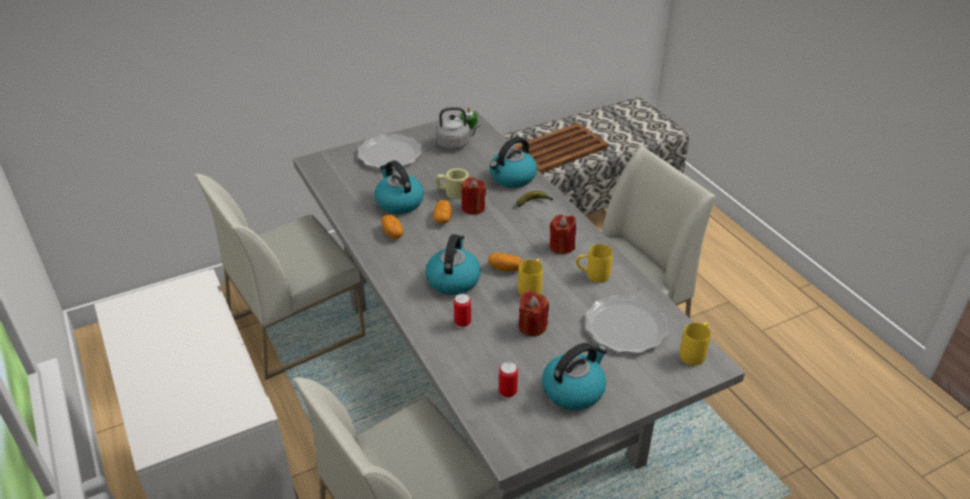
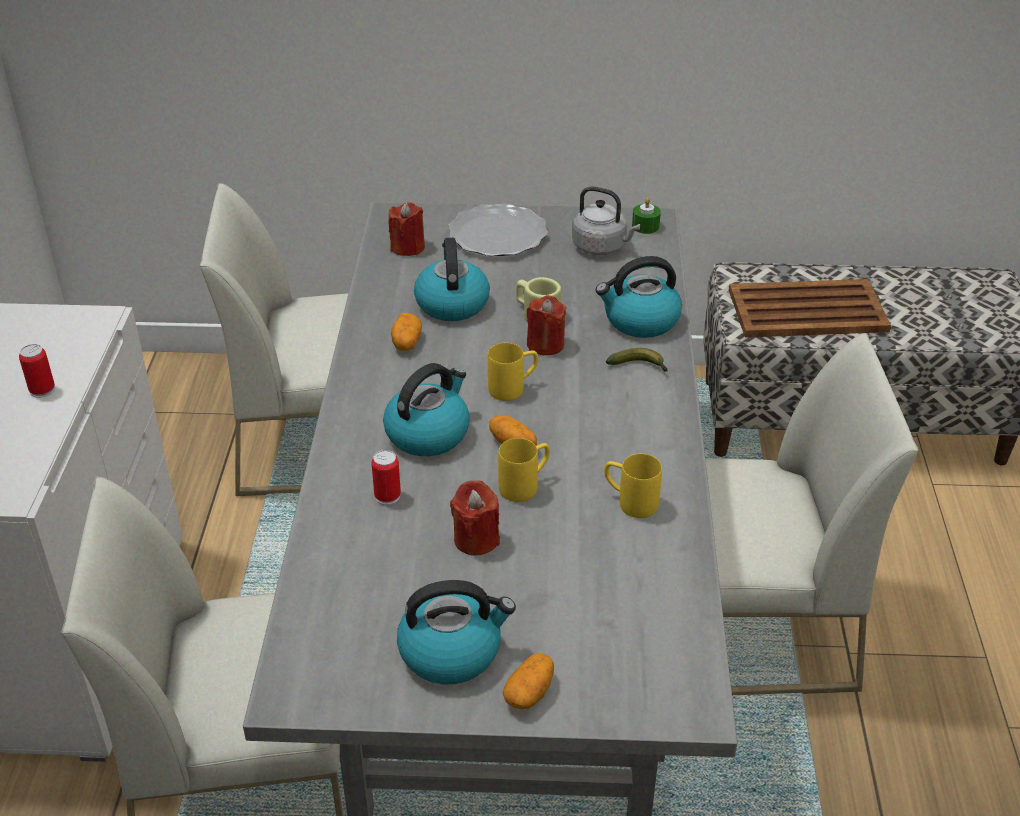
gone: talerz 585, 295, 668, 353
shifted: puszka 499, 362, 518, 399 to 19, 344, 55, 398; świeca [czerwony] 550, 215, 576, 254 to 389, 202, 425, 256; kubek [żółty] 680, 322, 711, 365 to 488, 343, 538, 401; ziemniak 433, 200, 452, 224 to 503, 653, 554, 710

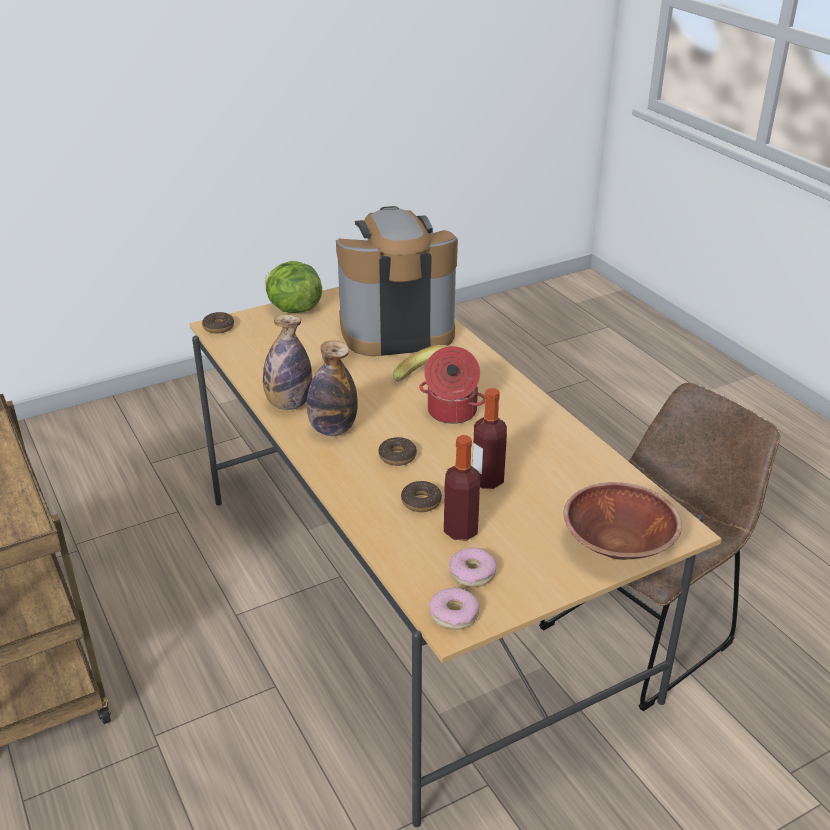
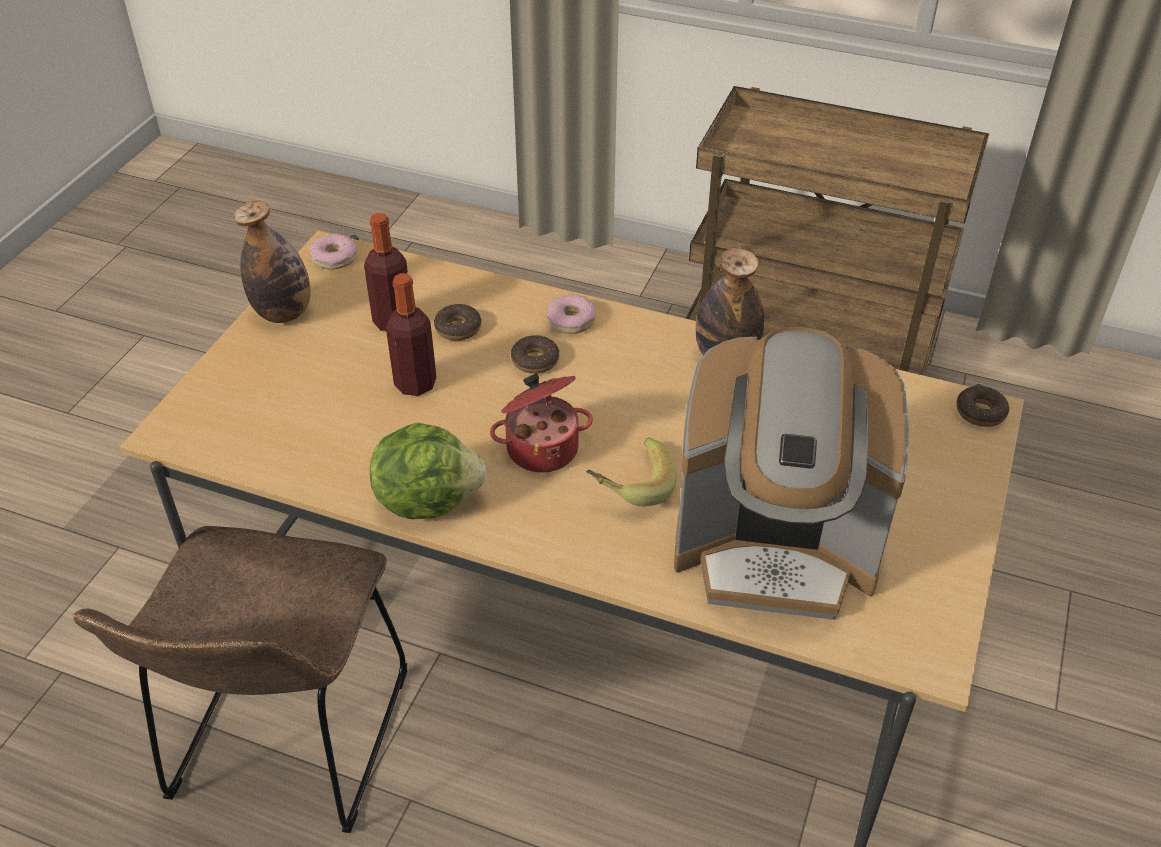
gone: miska [brązowy] 564, 482, 682, 560
shifted: butelka 307, 340, 358, 436 to 234, 200, 311, 323; sałata 265, 261, 322, 313 to 370, 422, 487, 519; donut 449, 548, 497, 587 to 547, 294, 596, 334
rotated: ekspres do kawy 336, 206, 458, 356 = 674, 327, 909, 620 60 degrees clockwise

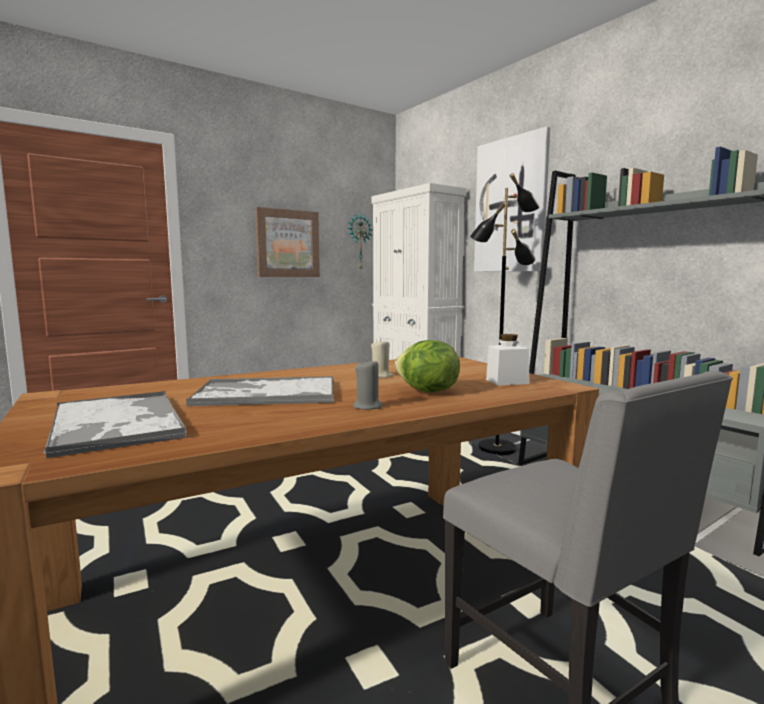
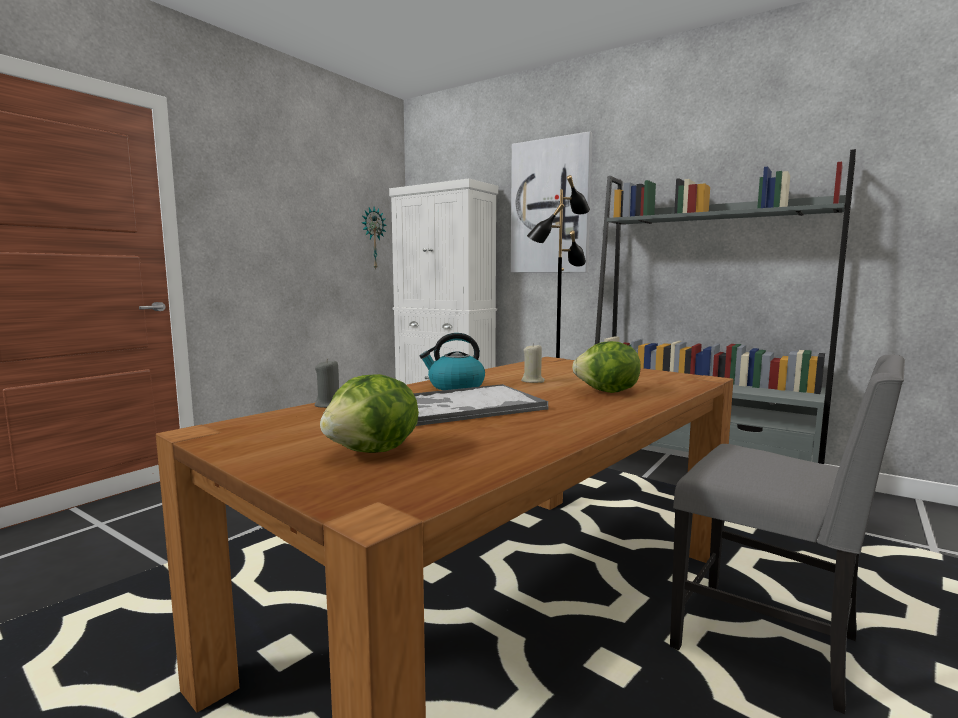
gone: obraz 255, 207, 320, 277; słoik [biały] 486, 334, 529, 386
new: czajnik 420, 333, 485, 390
shifted: świeca [szary] 353, 359, 383, 410 to 315, 359, 339, 408
swapped: taca 43, 391, 187, 458 to sałata 320, 374, 419, 453

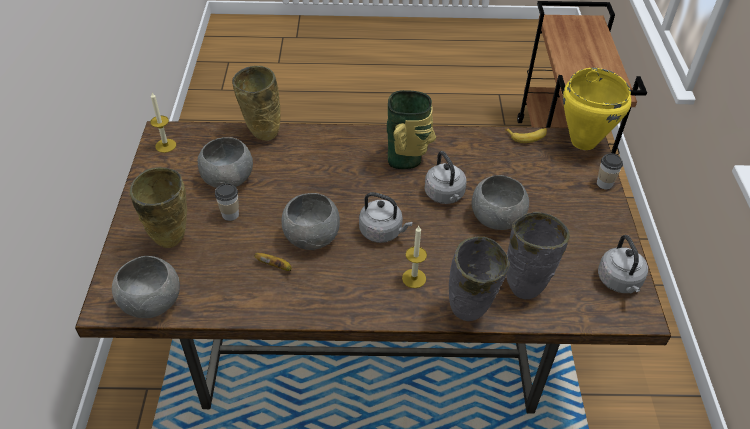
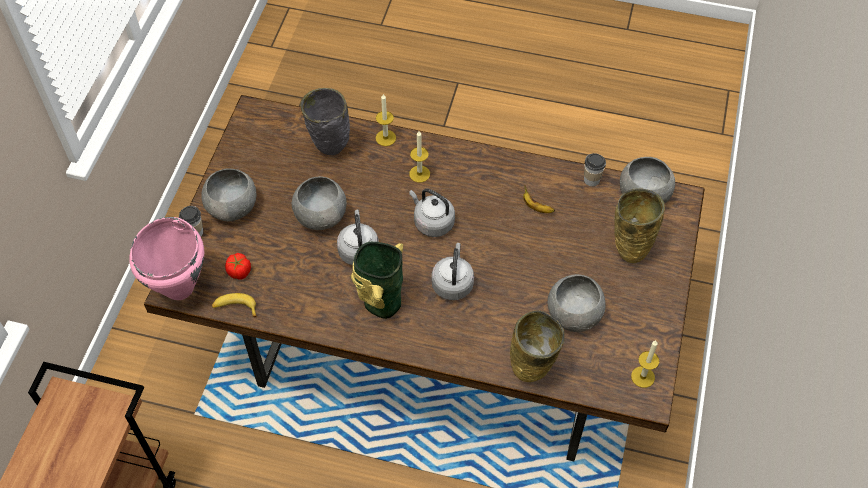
new: pomidor 225, 253, 251, 280
shifted: miska [szary] 282, 193, 340, 250 to 201, 169, 256, 221; czajnik [szary] 598, 235, 648, 293 to 432, 243, 474, 300; filiżanka 215, 183, 239, 221 to 584, 153, 606, 186
swapped: wazon [szary] 449, 237, 510, 321 to świeca 376, 94, 396, 146
repainted: garnek [żółty] 563, 68, 631, 150 to garnek [różowy] 129, 217, 204, 300

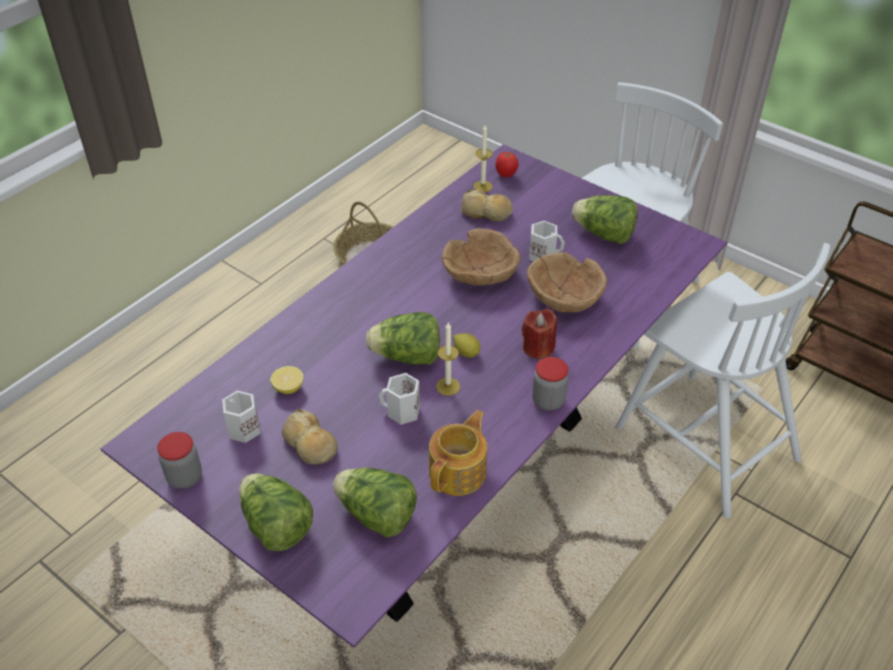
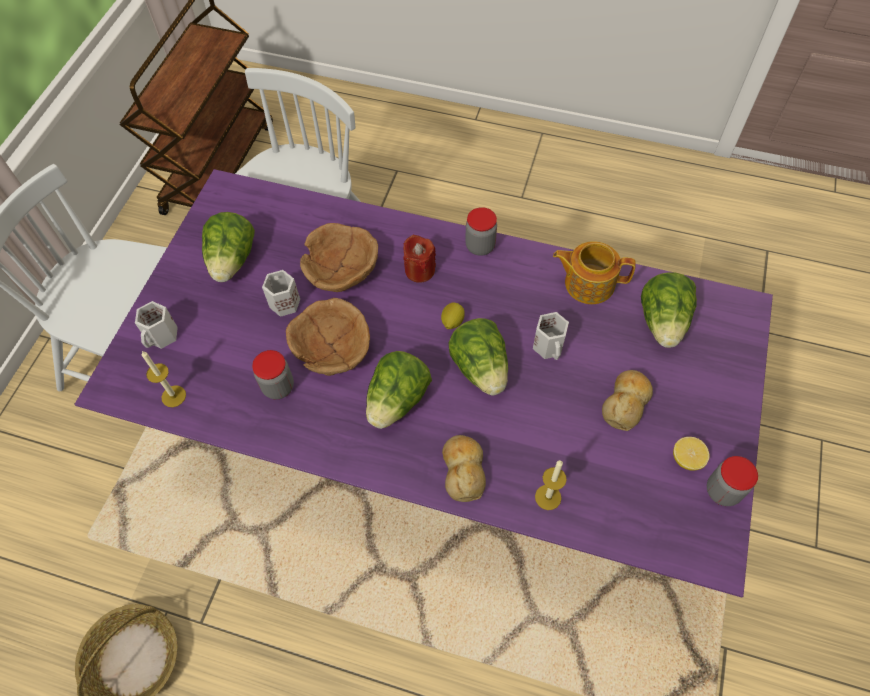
gone: pomidor 496, 152, 519, 178
new: słoik 252, 350, 294, 399
shifted: kubek [biały] 222, 391, 260, 443 to 135, 301, 178, 349; sałata 239, 473, 313, 551 to 366, 351, 432, 429; chleb 460, 190, 513, 222 to 442, 435, 486, 502; świeca 436, 323, 460, 396 to 535, 460, 567, 510; cytryna 270, 366, 304, 394 to 673, 437, 709, 471

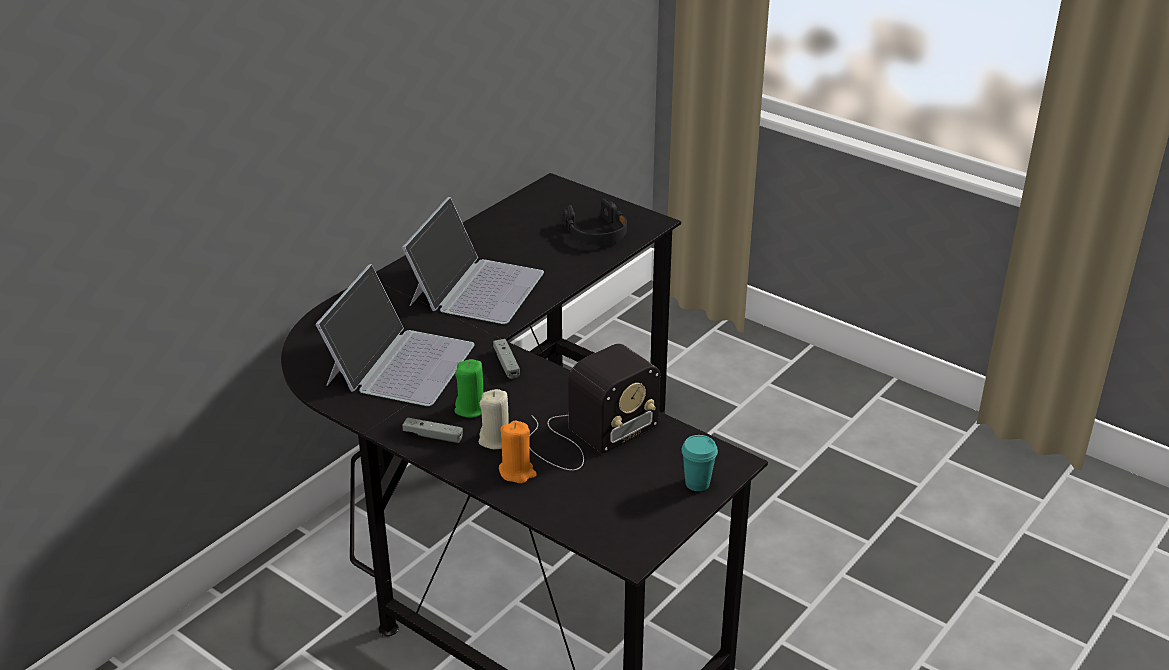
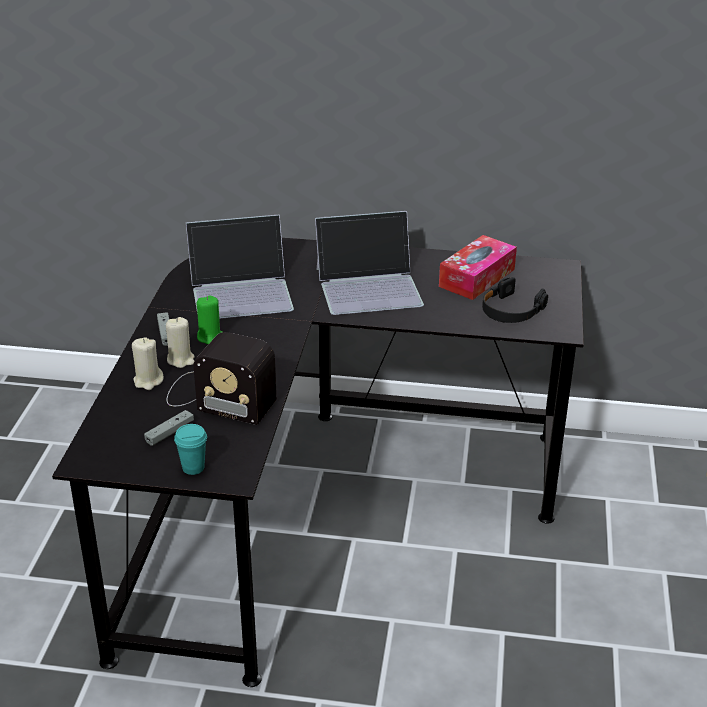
new: pudełko chusteczek 439, 235, 517, 300
shifted: pad do gier [szary] 493, 339, 520, 379 to 144, 410, 194, 446
repainted: świeca [pomarańczowy] 499, 421, 537, 483 to świeca [beżowy] 132, 337, 164, 390

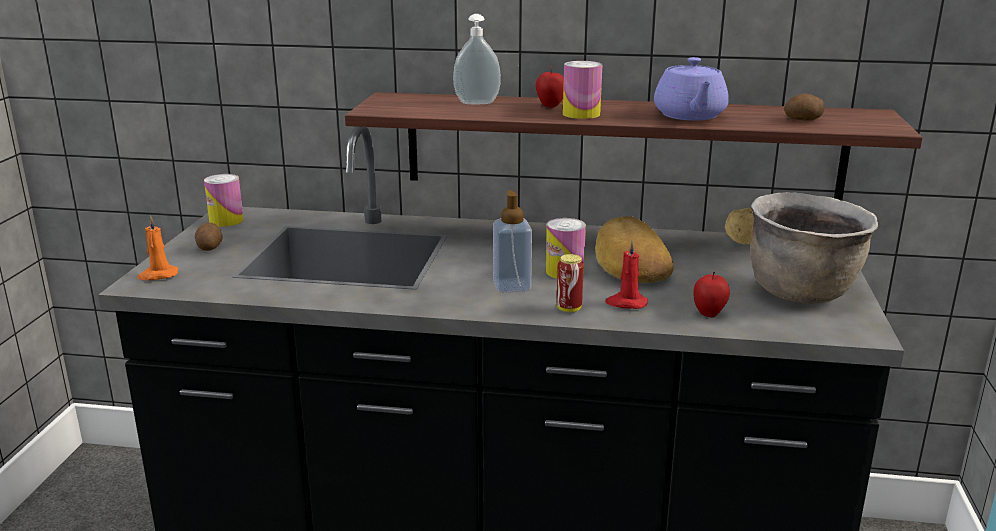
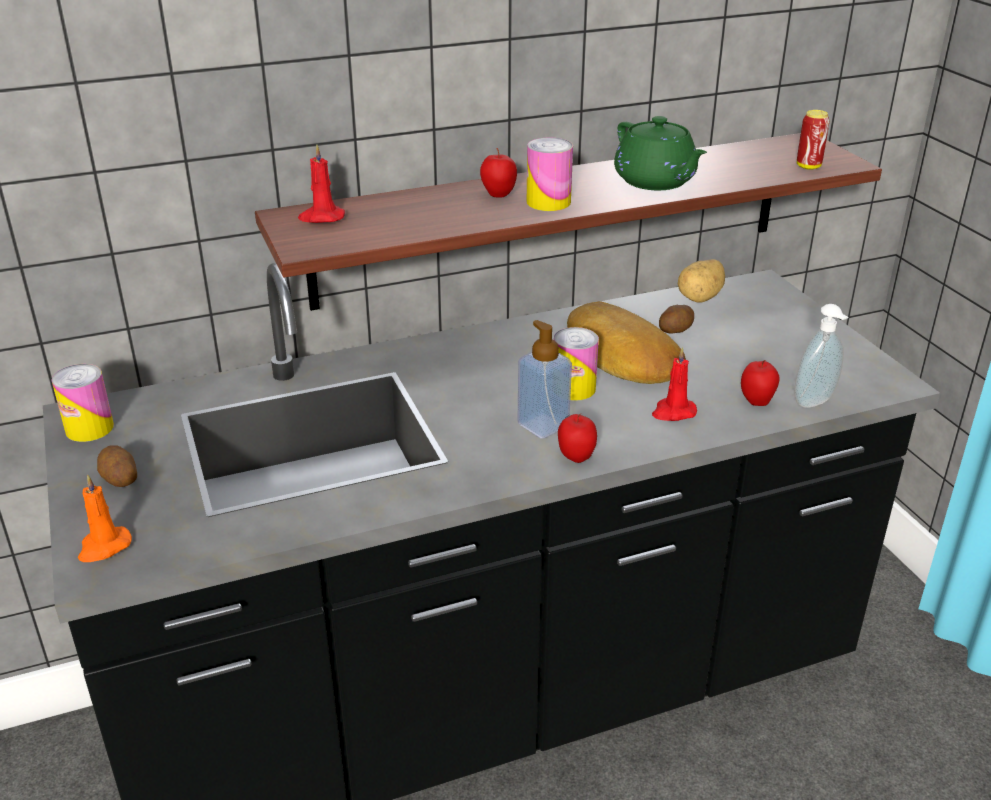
gone: garnek [brązowy] 751, 192, 878, 304
new: świeca [czerwony] 298, 144, 345, 223; jabłko 558, 413, 597, 463
shifted: ziemniak 785, 93, 825, 121 to 659, 305, 694, 333; dozownik mydła 453, 14, 501, 104 to 794, 304, 849, 408; puszka 557, 254, 584, 312 to 797, 110, 830, 170
repainted: imbryk [fioletowy] 654, 57, 729, 121 to imbryk [zielony] 614, 116, 707, 190

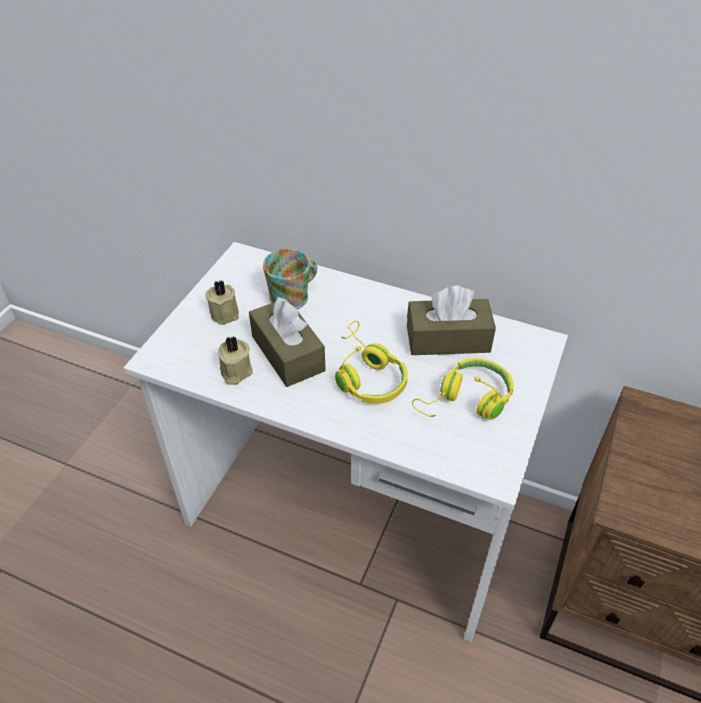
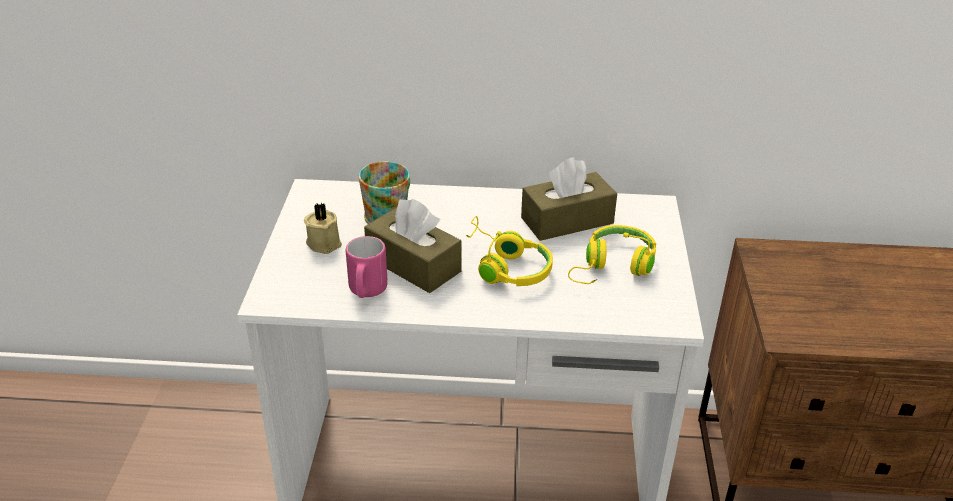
swapped: świeca [beżowy] 218, 336, 253, 385 to kubek [różowy] 346, 236, 388, 298

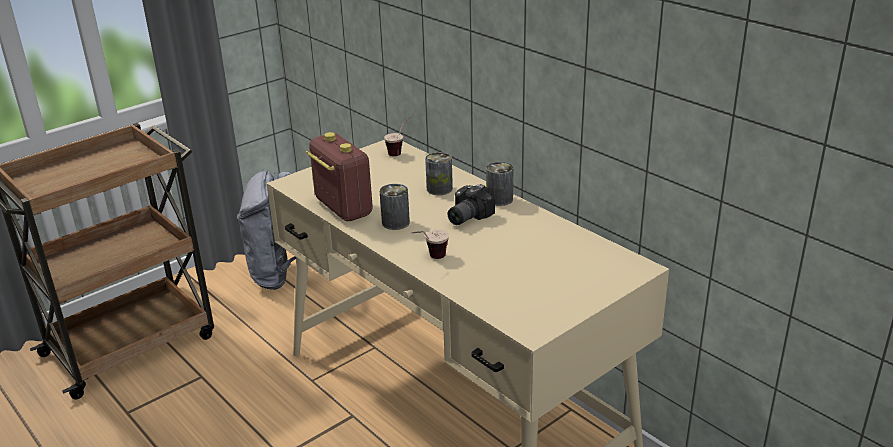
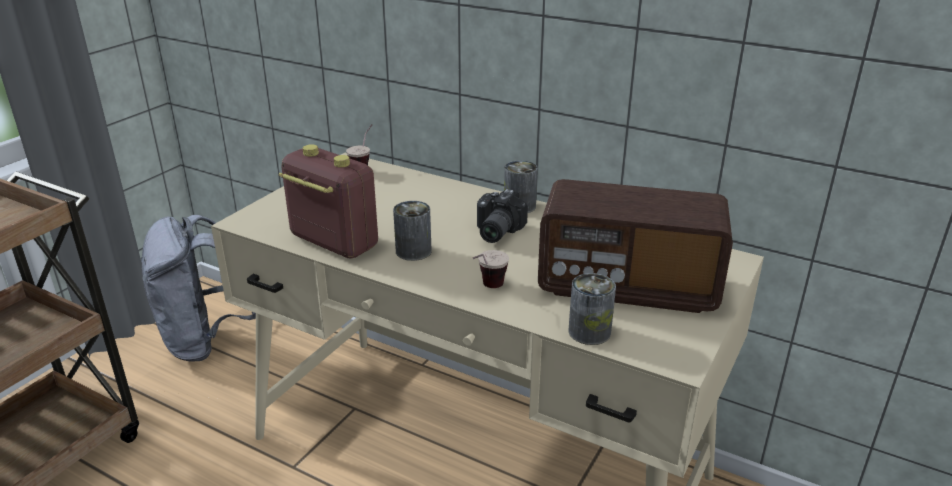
new: radio 538, 179, 733, 313
shifted: puszka 425, 152, 453, 195 to 569, 273, 616, 345

